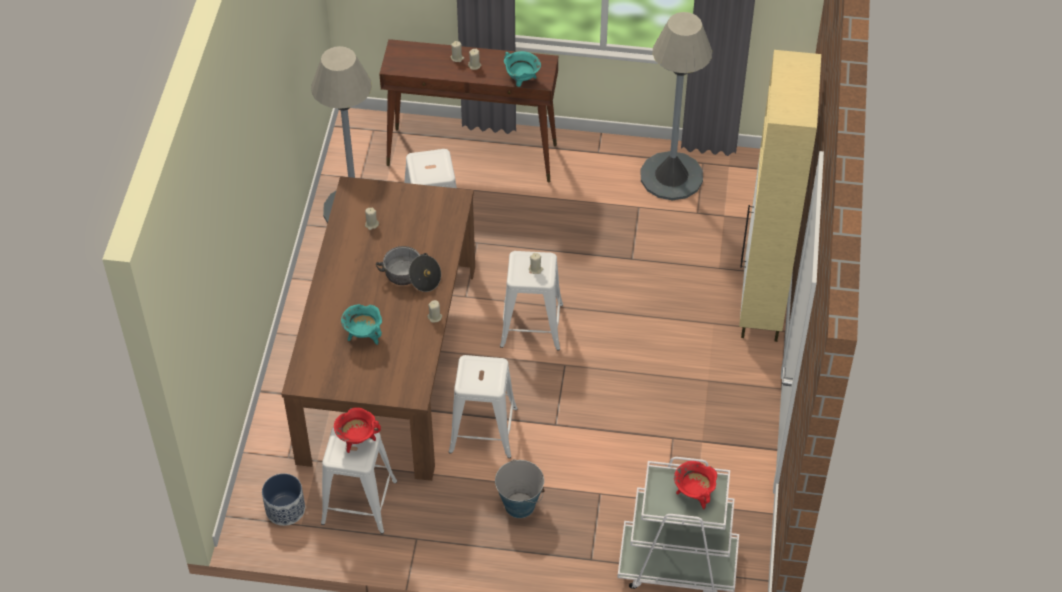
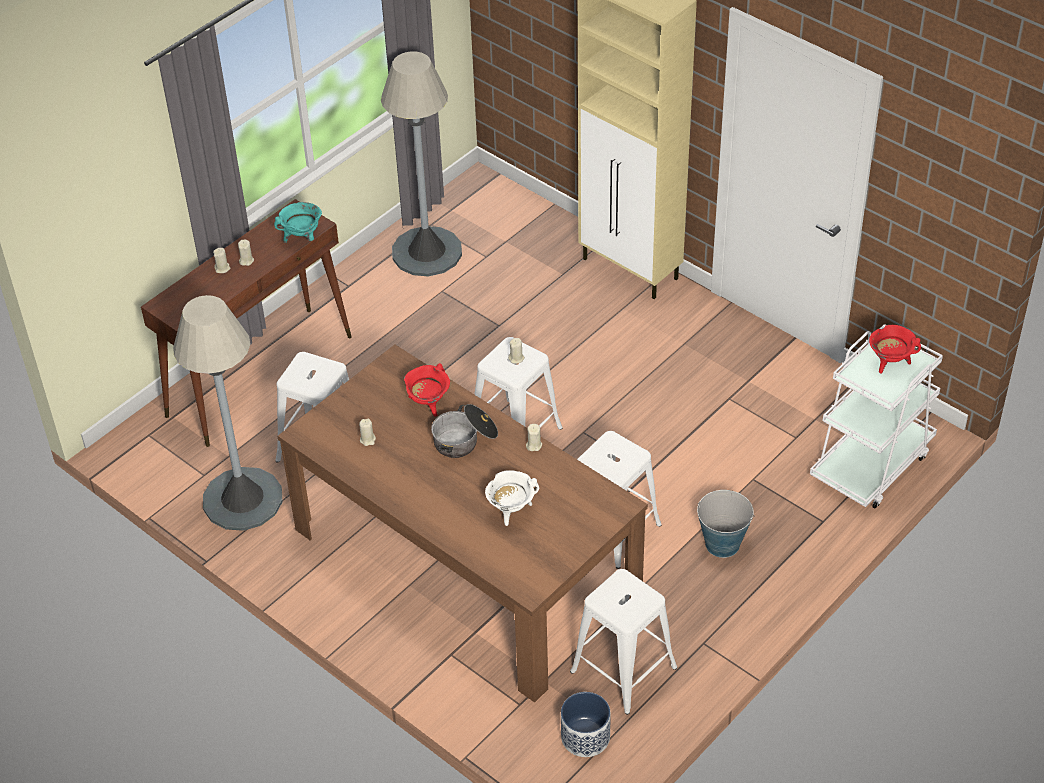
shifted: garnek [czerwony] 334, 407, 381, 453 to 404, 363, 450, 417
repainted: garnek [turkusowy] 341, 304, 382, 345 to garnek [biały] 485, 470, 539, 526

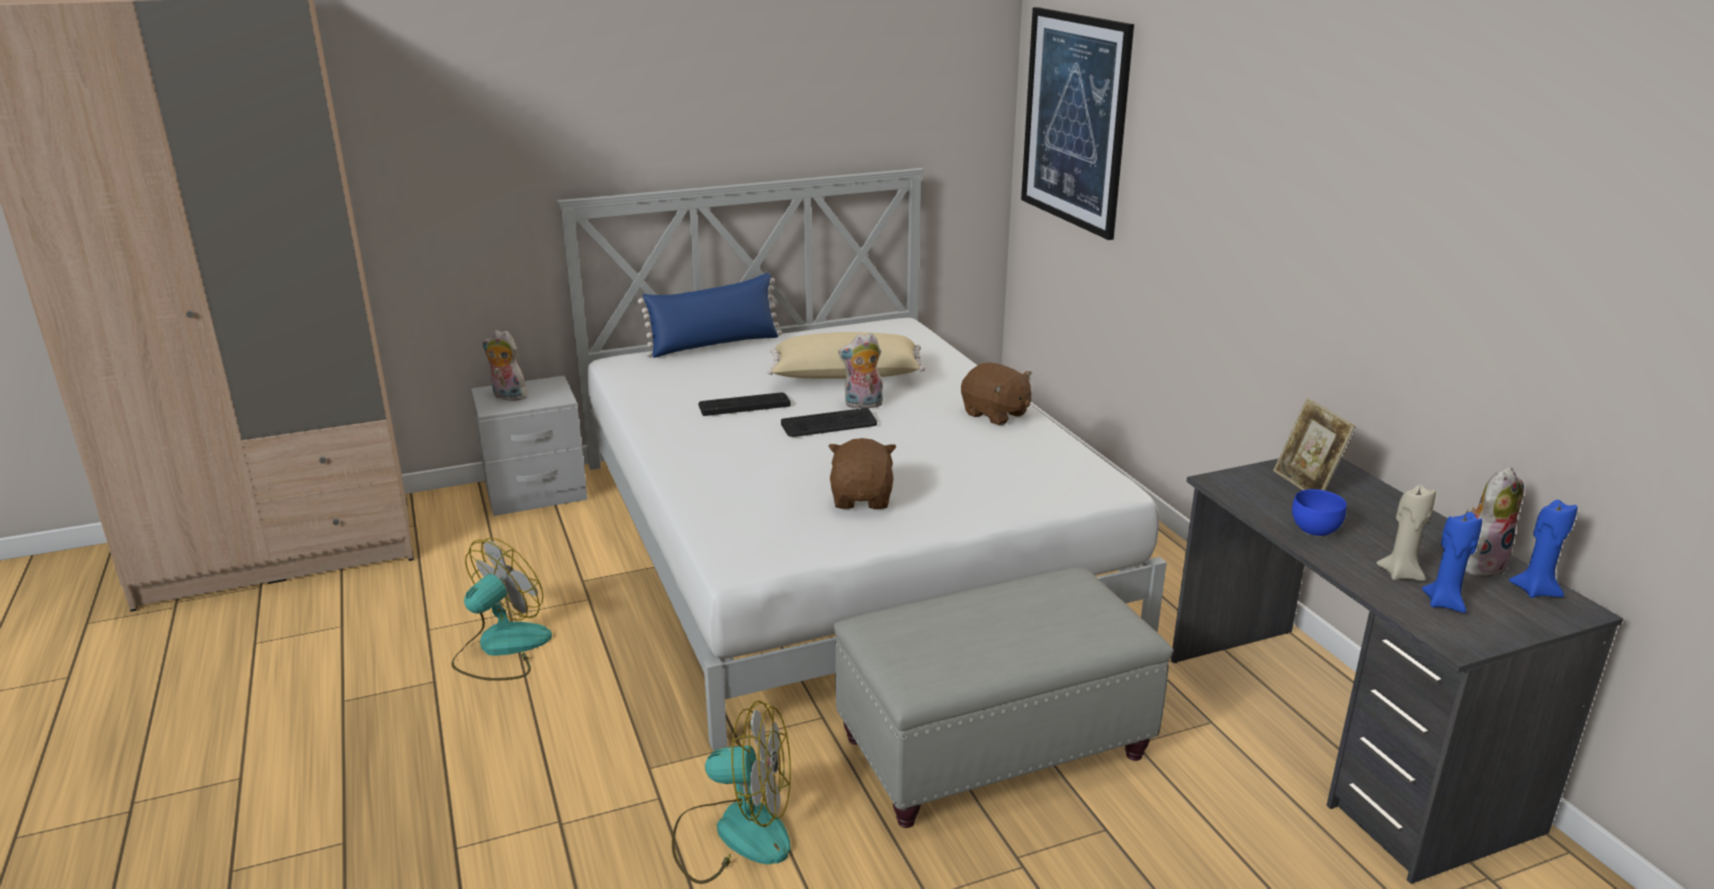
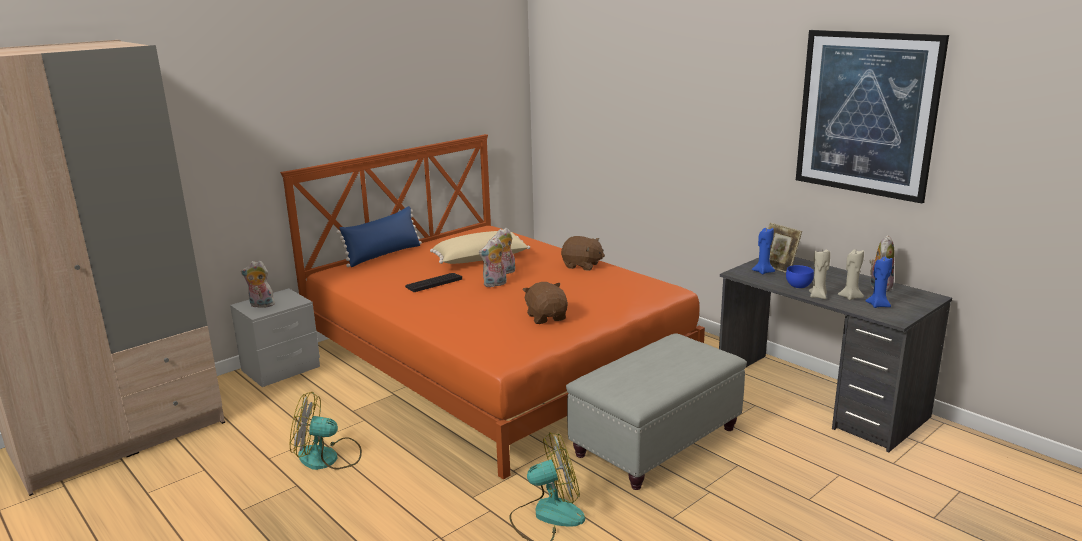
new: świeca [beżowy] 809, 250, 830, 299
shifted: świeca [niebieski] 1509, 500, 1577, 598 to 752, 227, 775, 274; obraz 1021, 7, 1134, 240 to 796, 30, 949, 203
swapped: klawiatura 781, 408, 877, 437 to pluszak 479, 238, 507, 287
repainted: łóżko [biały] 557, 168, 1167, 750 to łóżko [pomarańczowy] 280, 134, 705, 479
rotated: wentylator 451, 538, 552, 681 = 290, 392, 362, 470 105 degrees counterclockwise

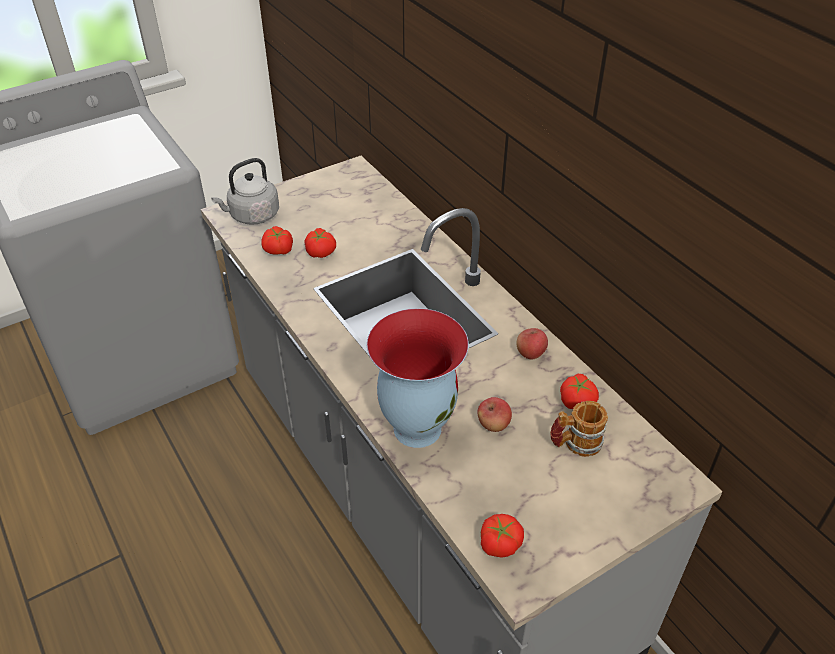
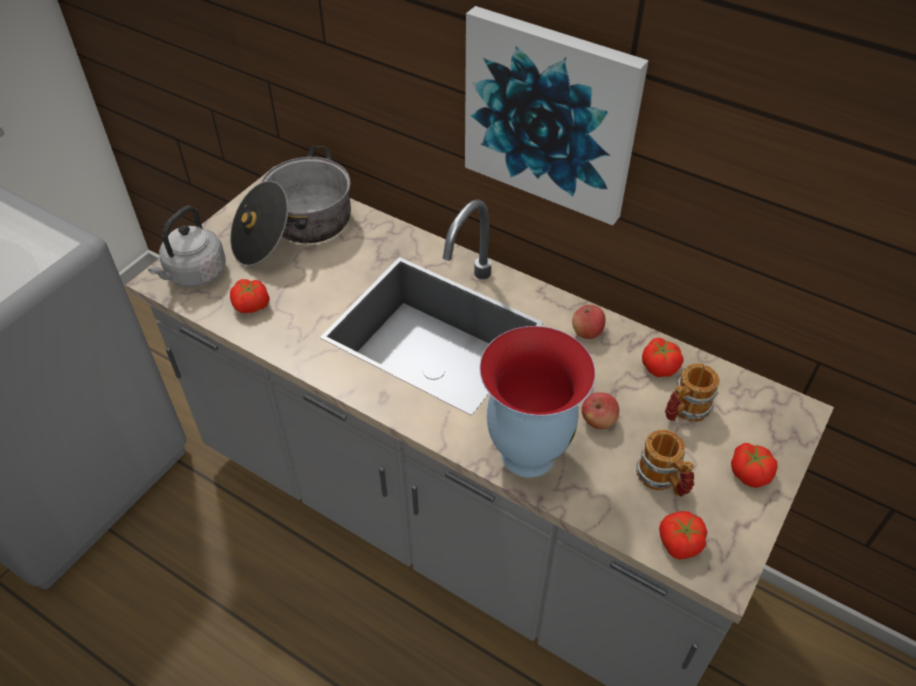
new: garnek 230, 146, 351, 266; obraz 465, 6, 649, 225; kubek 636, 429, 694, 497
shifted: pomidor 304, 228, 336, 258 to 731, 443, 777, 488

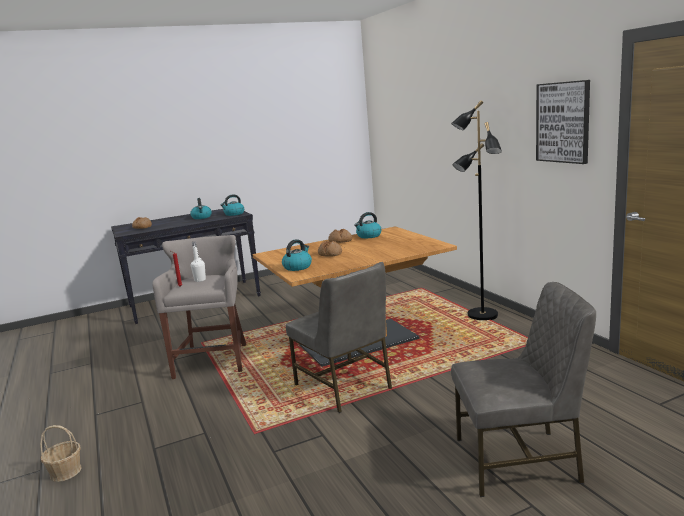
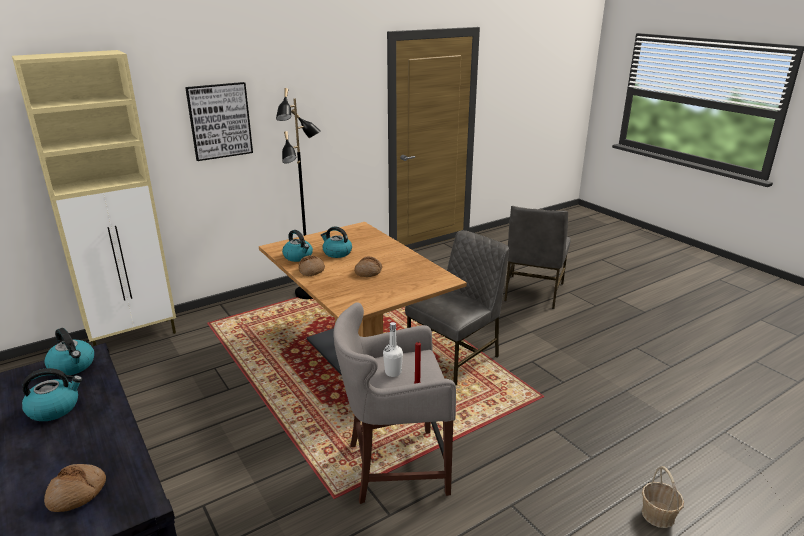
new: szafka [beżowy] 12, 50, 176, 346
shifted: obraz 536, 80, 590, 164 to 185, 82, 253, 161; czajnik 282, 239, 312, 271 to 321, 226, 352, 258
rotated: krzesło [szary] 451, 282, 596, 497 = 504, 206, 571, 309 150 degrees counterclockwise

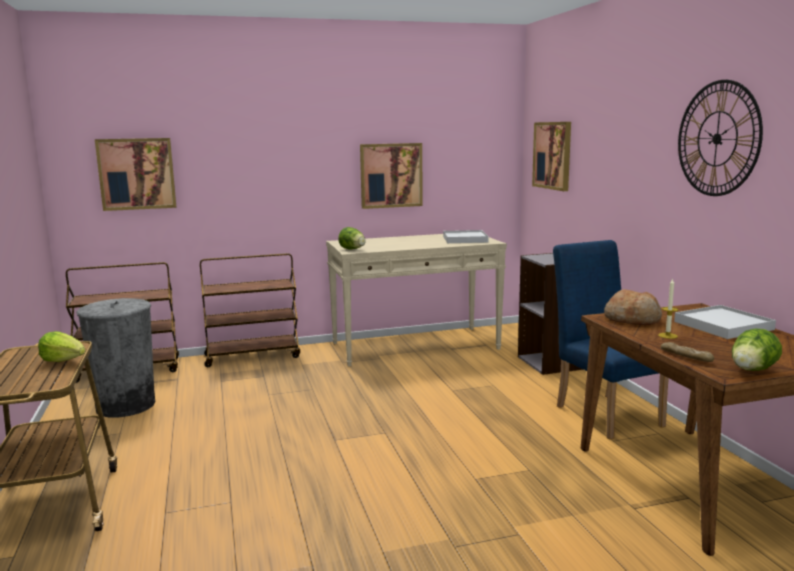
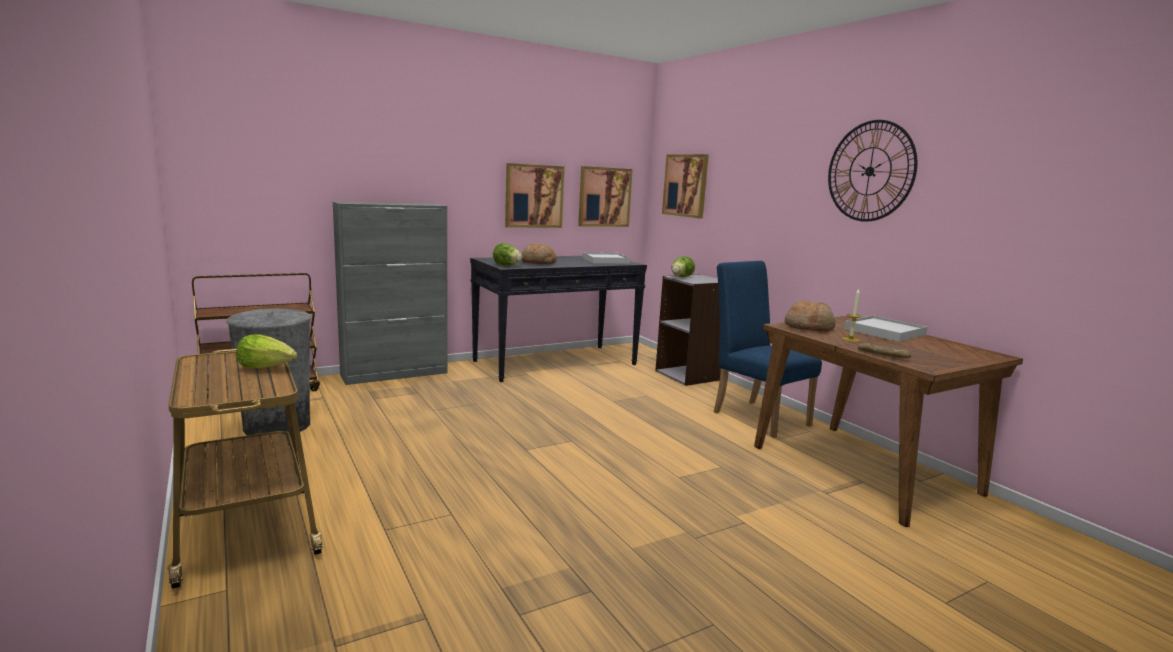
new: chleb 522, 243, 557, 264
shifted: obraz 95, 138, 176, 211 to 578, 166, 633, 227; sałata 732, 329, 782, 371 to 671, 256, 695, 277
swapped: wózek [brązowy] 200, 253, 300, 367 to szafka [szary] 333, 202, 448, 385
repainted: stolik konsolowy [beżowy] 326, 234, 507, 367 to stolik konsolowy [czarny] 470, 256, 647, 382

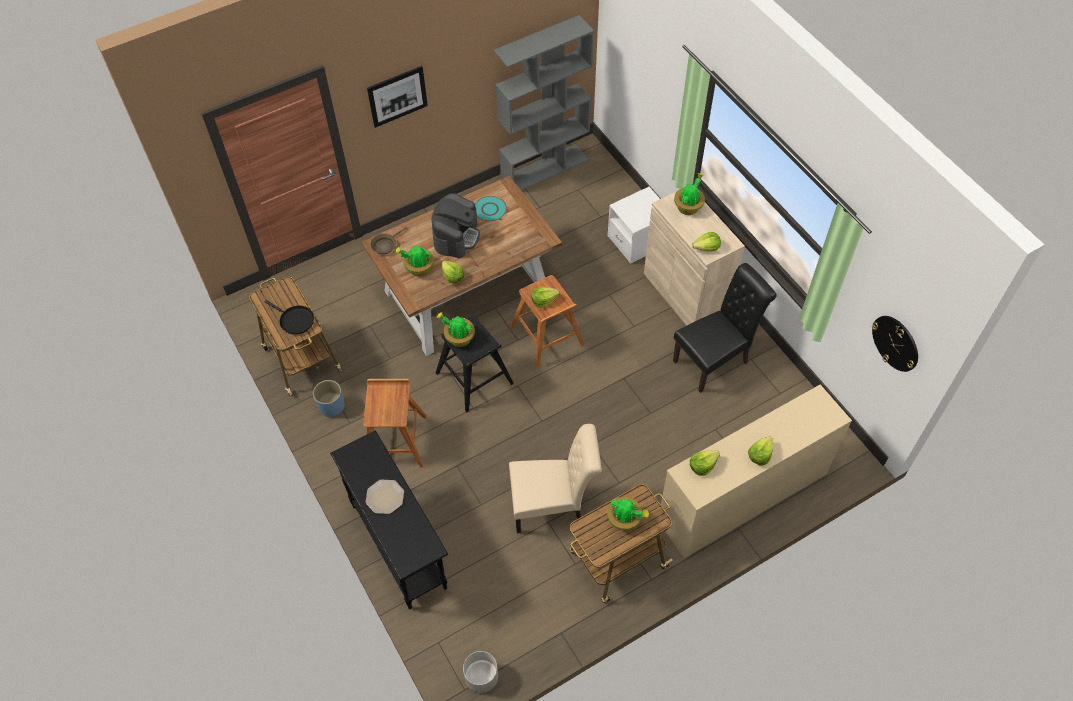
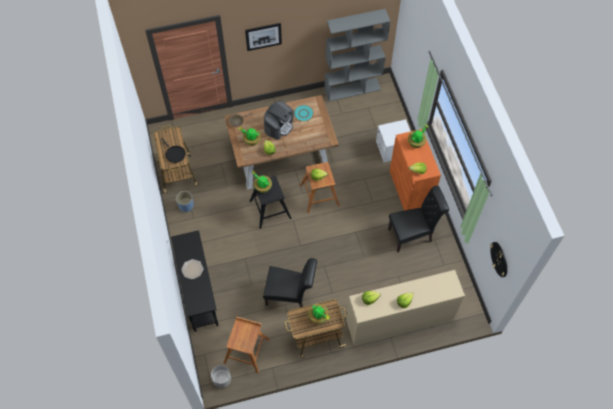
shifted: stołek [brązowy] 363, 379, 427, 467 to 223, 317, 270, 374
repainted: krzesło [beżowy] 509, 424, 602, 533 to krzesło [czarny] 263, 258, 317, 308; szafka [beżowy] 644, 191, 745, 326 to szafka [pomarańczowy] 390, 129, 441, 211

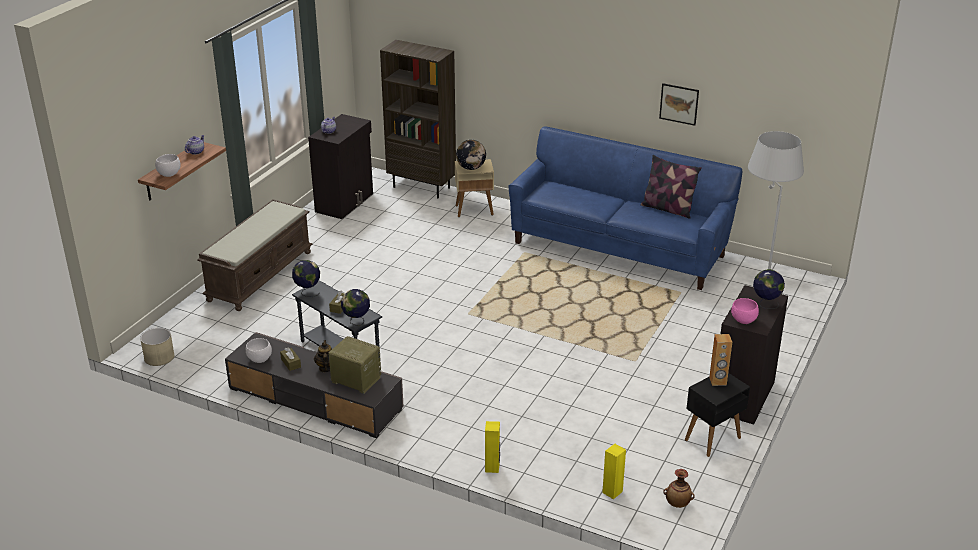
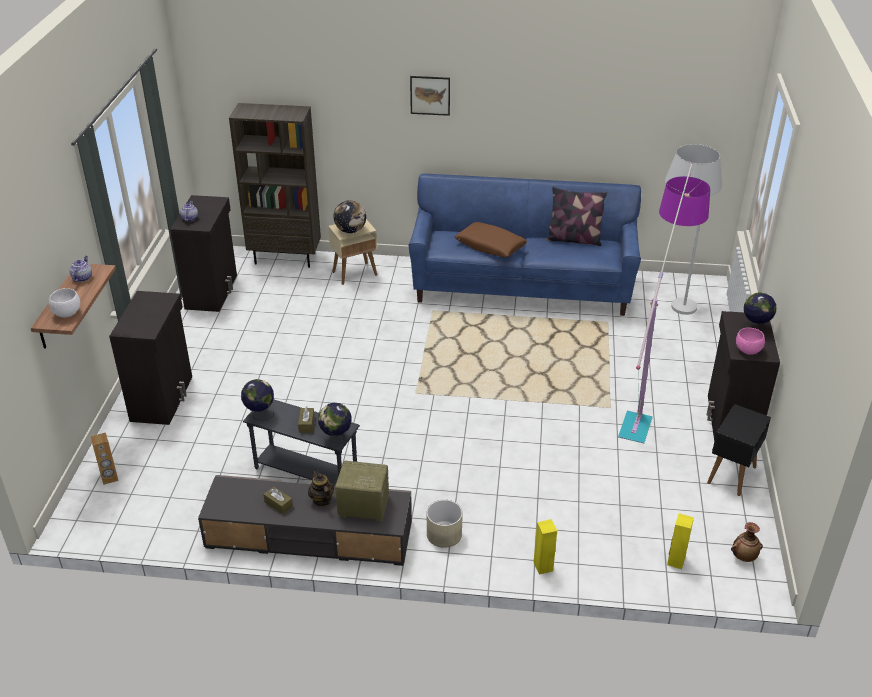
gone: miska [biały] 246, 338, 272, 363
new: poduszka [brązowy] 455, 222, 527, 258; lampa stojąca 618, 162, 710, 443
shifted: głośnik [brązowy] 709, 334, 732, 386 to 91, 433, 118, 485; obraz 659, 83, 699, 126 to 410, 76, 450, 116; donica [beżowy] 140, 328, 174, 366 to 426, 500, 463, 548
swapped: ławka [brązowy] 197, 200, 312, 311 to szafka [czarny] 109, 291, 192, 425

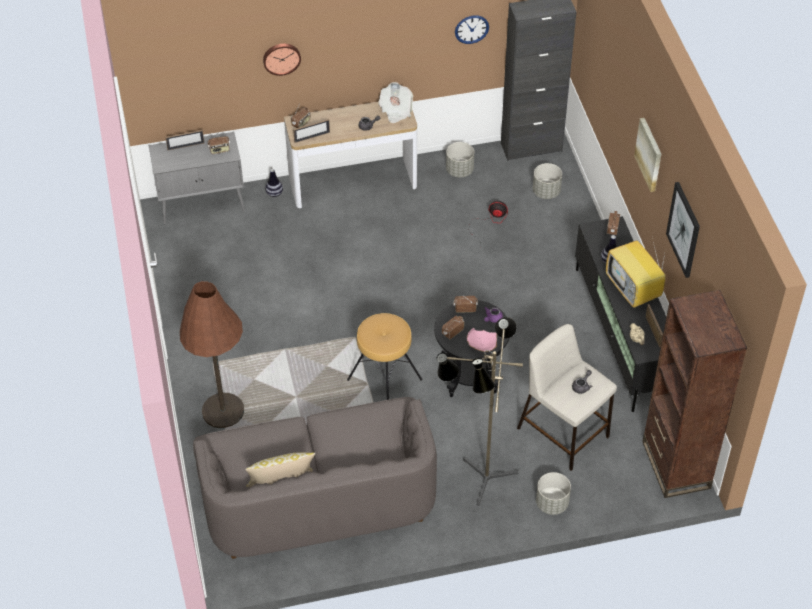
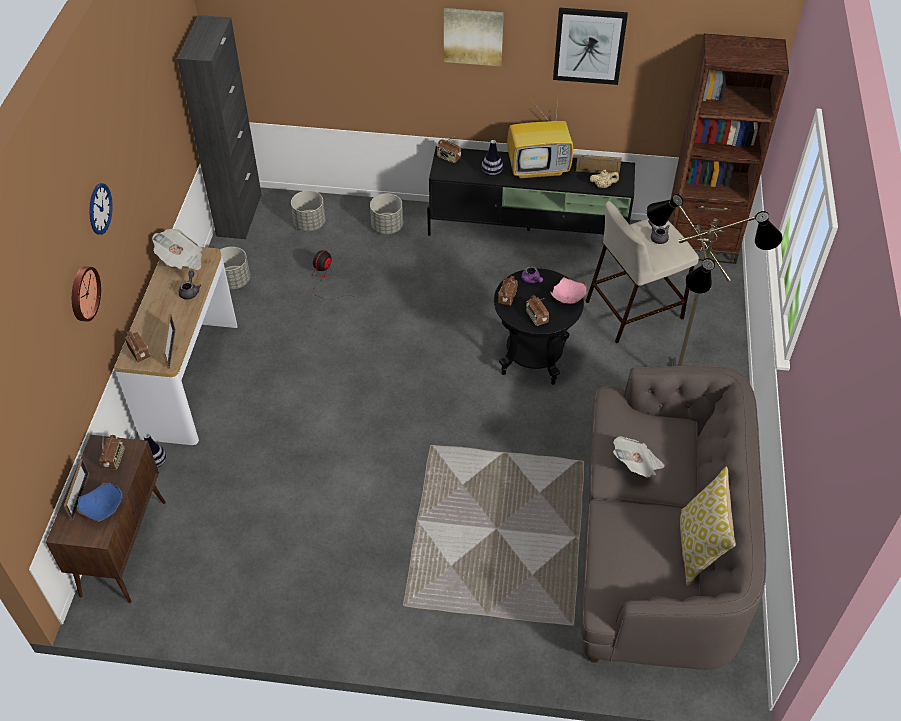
gone: lampa stojąca [brązowy] 180, 281, 244, 428; stołek [brązowy] 347, 313, 422, 400
new: miska [niebieski] 77, 483, 123, 522; gazeta 613, 436, 665, 478
shifted: zegar ścienny 455, 15, 489, 44 to 89, 183, 113, 235; donica [szary] 536, 472, 571, 515 to 370, 193, 403, 234
repainted: szafka [szary] 148, 132, 245, 224 to szafka [brązowy] 46, 435, 166, 603

